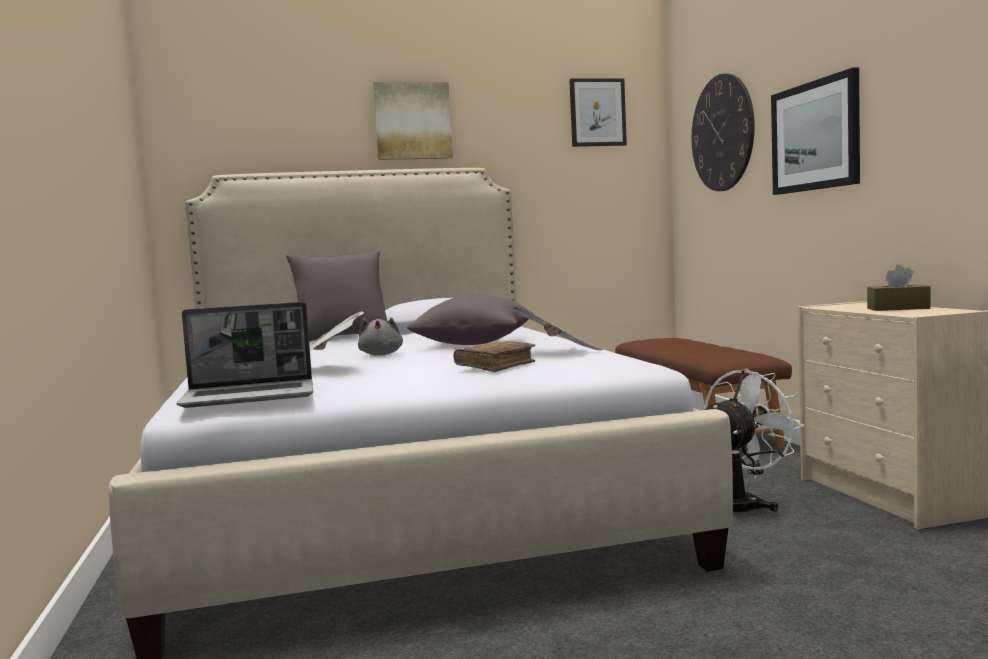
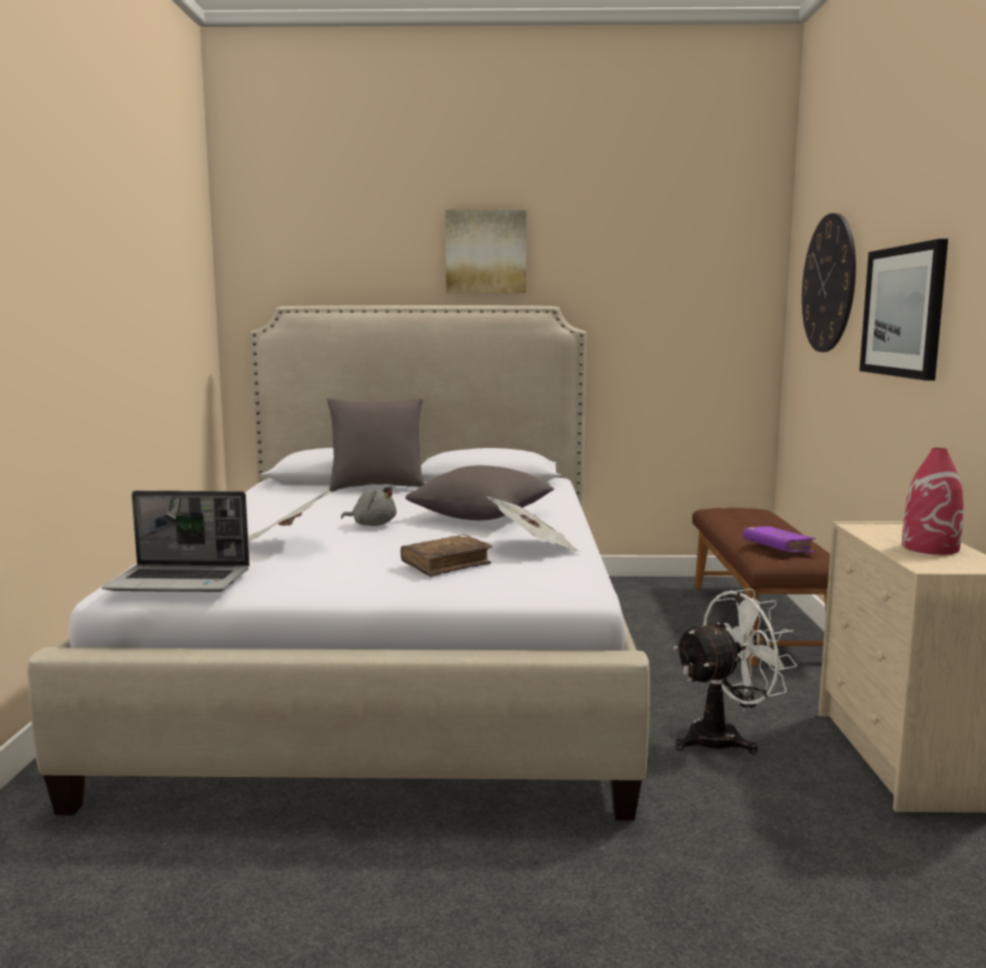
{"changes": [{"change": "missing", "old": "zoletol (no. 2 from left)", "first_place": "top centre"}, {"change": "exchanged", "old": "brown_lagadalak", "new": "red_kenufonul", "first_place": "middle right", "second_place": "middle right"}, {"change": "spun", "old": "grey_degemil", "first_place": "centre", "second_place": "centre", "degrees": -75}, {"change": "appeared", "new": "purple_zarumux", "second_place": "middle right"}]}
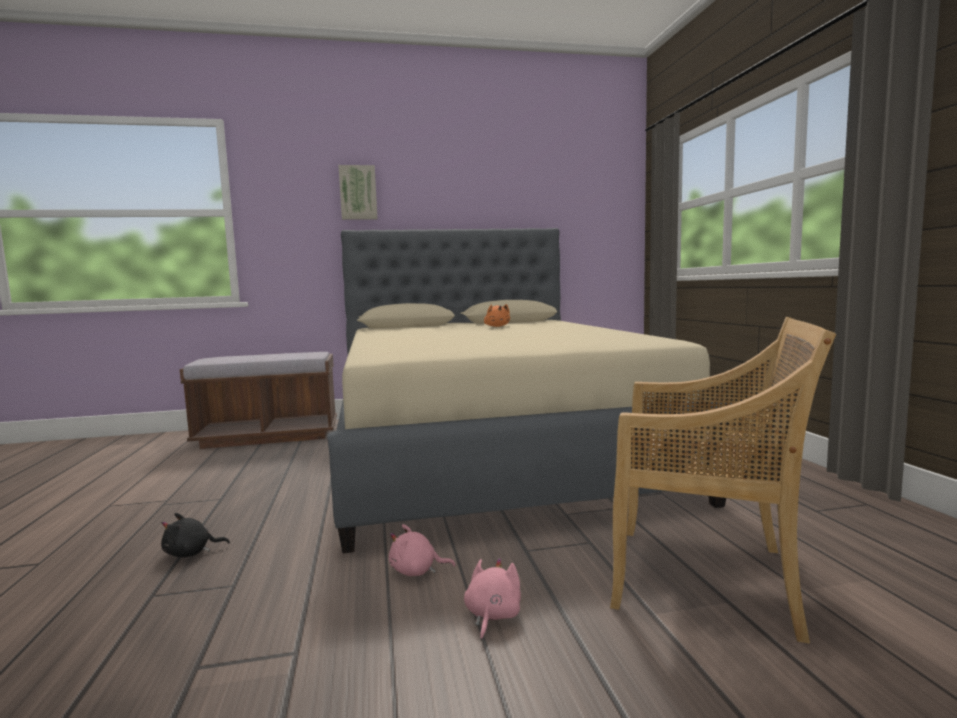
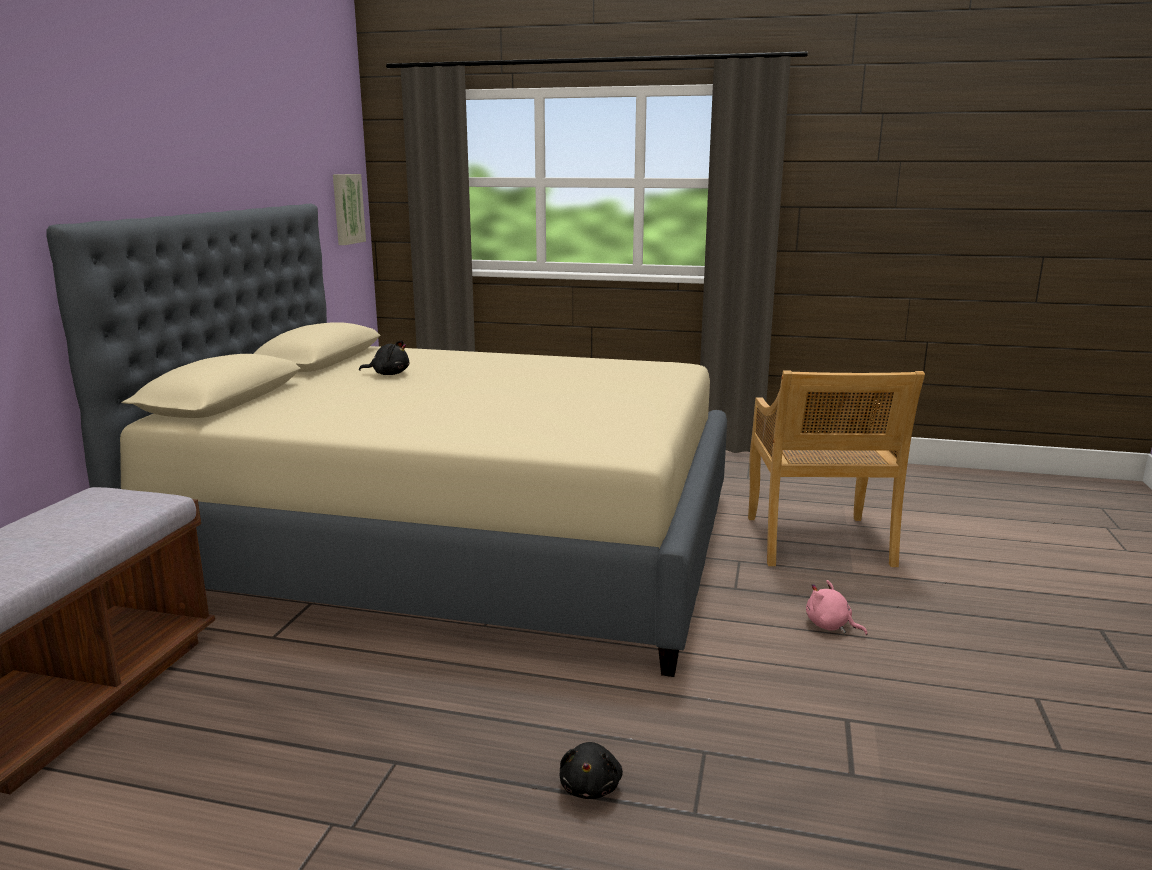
{"changes": [{"change": "relocated", "old": "zoletol", "first_place": "top centre", "second_place": "top left"}, {"change": "colour", "old": "orange_degemil", "new": "black_degemil (no. 1 from left)", "first_place": "centre", "second_place": "centre"}, {"change": "spun", "old": "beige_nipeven", "first_place": "bottom right", "second_place": "middle right", "degrees": 135}, {"change": "missing", "old": "pink_degemil (no. 1 from left)", "first_place": "bottom centre"}]}
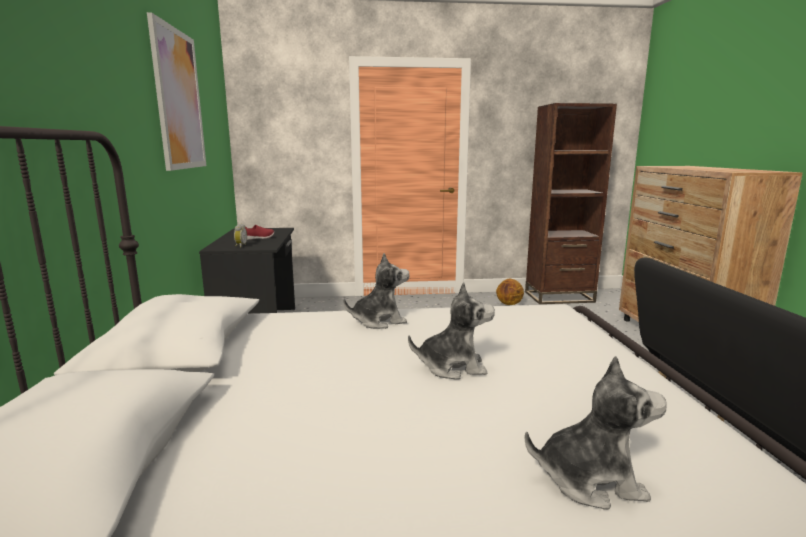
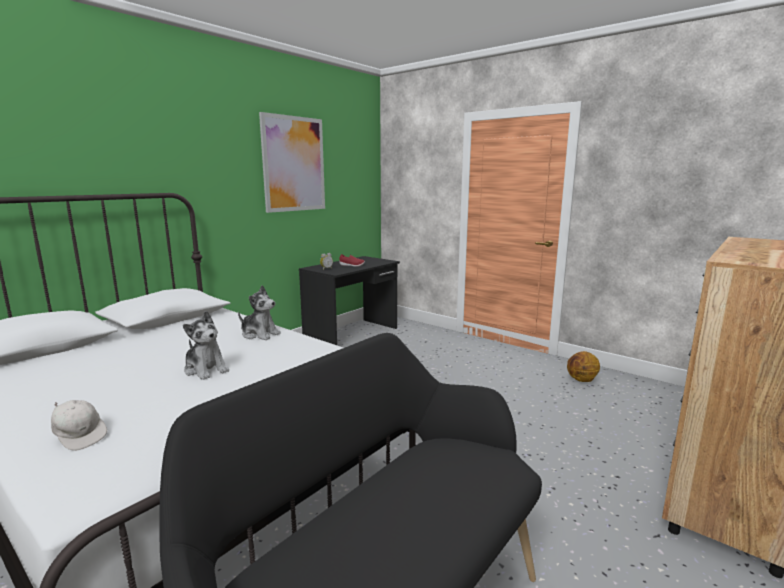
{"changes": [{"change": "missing", "old": "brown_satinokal", "first_place": "middle right"}, {"change": "exchanged", "old": "degemil (no. 3 from left)", "new": "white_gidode", "first_place": "bottom right", "second_place": "bottom left"}]}
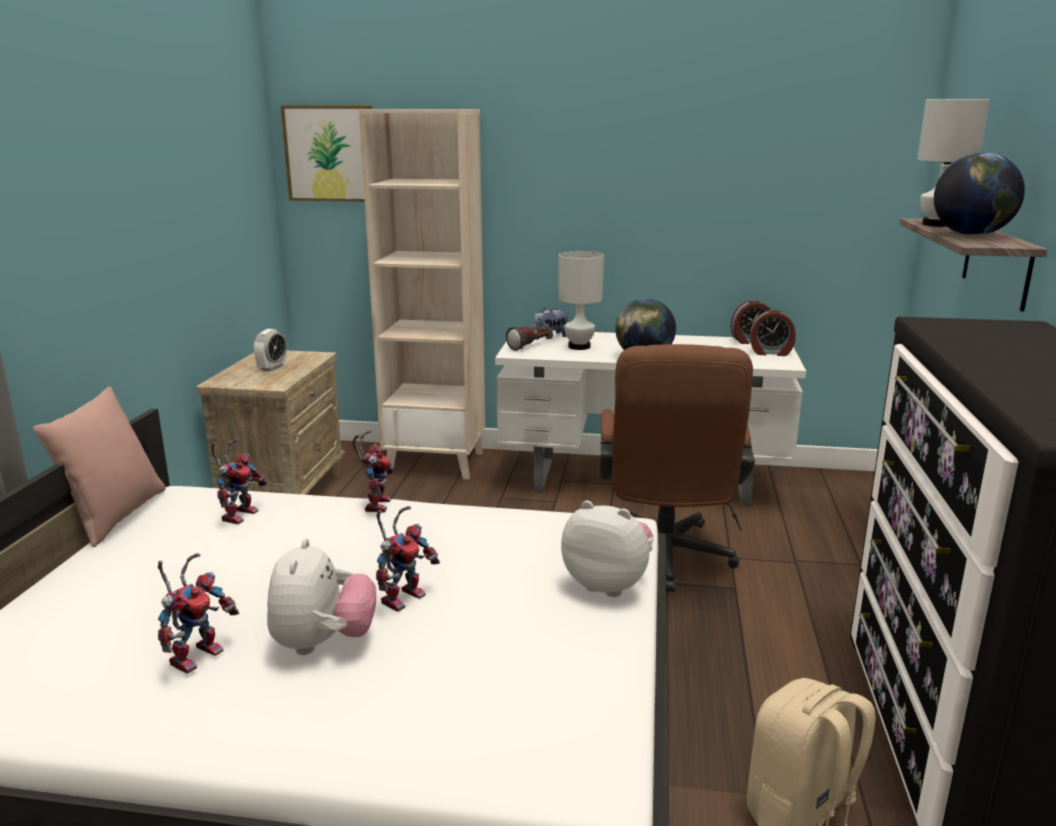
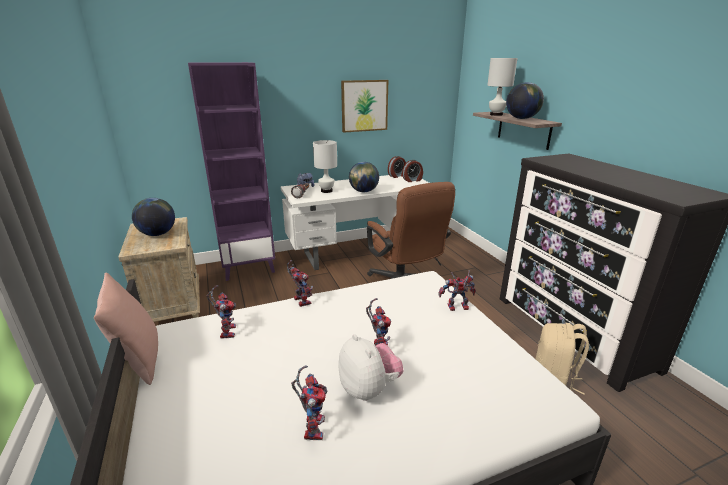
{"changes": [{"change": "relocated", "old": "zoletol", "first_place": "top left", "second_place": "top centre"}, {"change": "colour", "old": "beige_satinokal", "new": "purple_satinokal", "first_place": "centre", "second_place": "middle left"}, {"change": "exchanged", "old": "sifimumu (no. 1 from left)", "new": "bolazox (no. 1 from left)", "first_place": "middle left", "second_place": "middle left"}, {"change": "exchanged", "old": "degemil (no. 3 from left)", "new": "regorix (no. 5 from left)", "first_place": "centre", "second_place": "centre"}]}
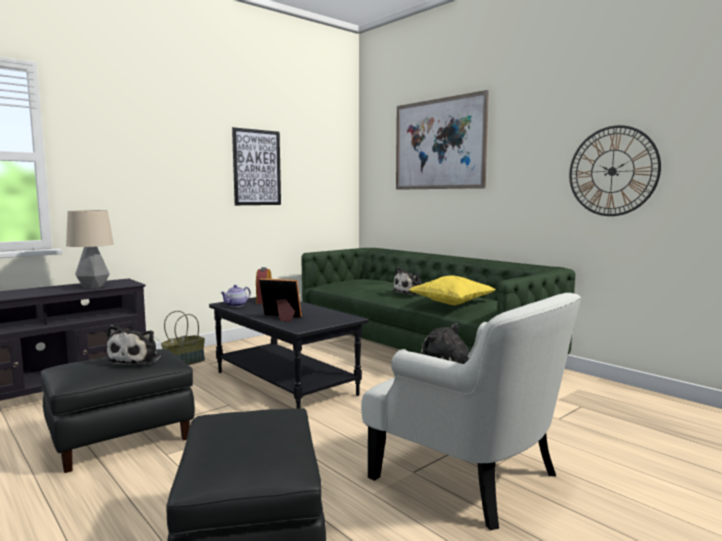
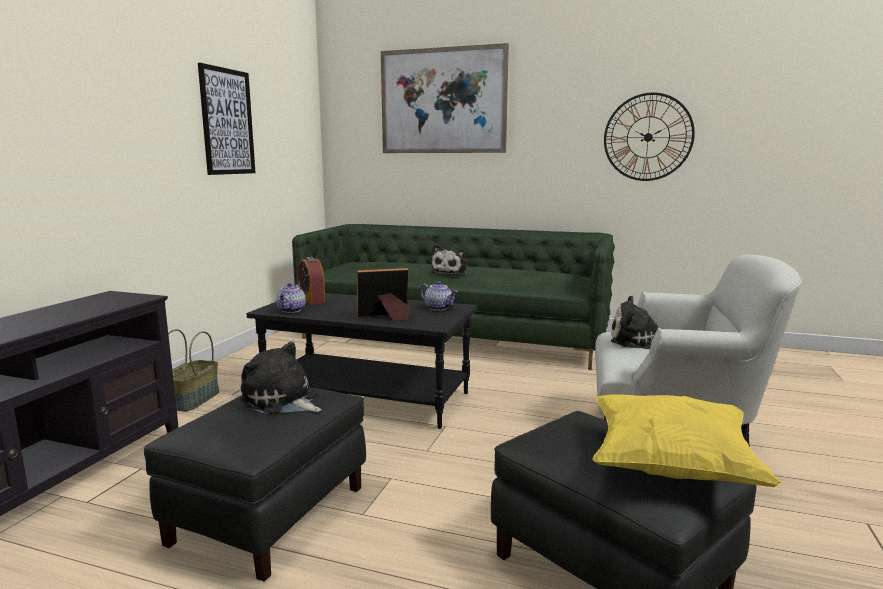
{"changes": [{"change": "missing", "old": "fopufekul", "first_place": "middle left"}, {"change": "relocated", "old": "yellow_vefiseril", "first_place": "centre", "second_place": "bottom right"}, {"change": "spun", "old": "degemil (no. 1 from left)", "first_place": "middle left", "second_place": "middle left", "degrees": 150}, {"change": "appeared", "new": "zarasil (no. 2 from left)", "second_place": "centre"}]}
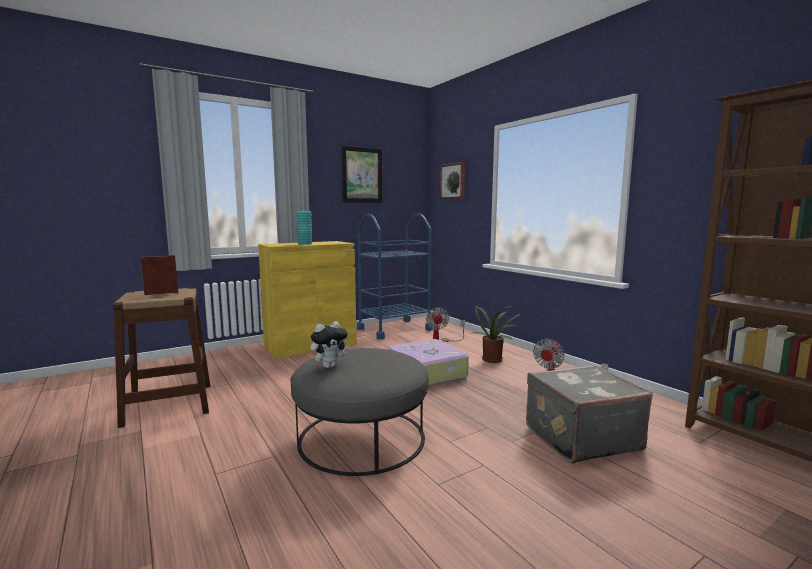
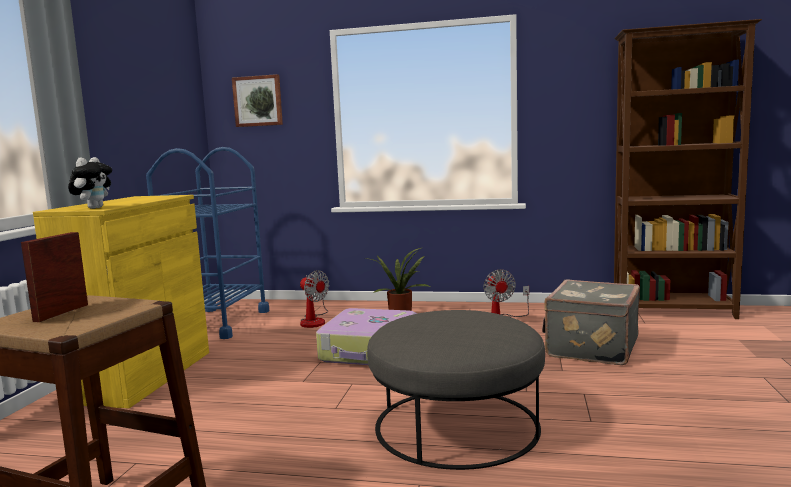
{"changes": [{"change": "missing", "old": "zoletol (no. 1 from left)", "first_place": "top centre"}, {"change": "missing", "old": "turquoise_kenufonul", "first_place": "centre"}, {"change": "relocated", "old": "degemil", "first_place": "centre", "second_place": "middle left"}]}
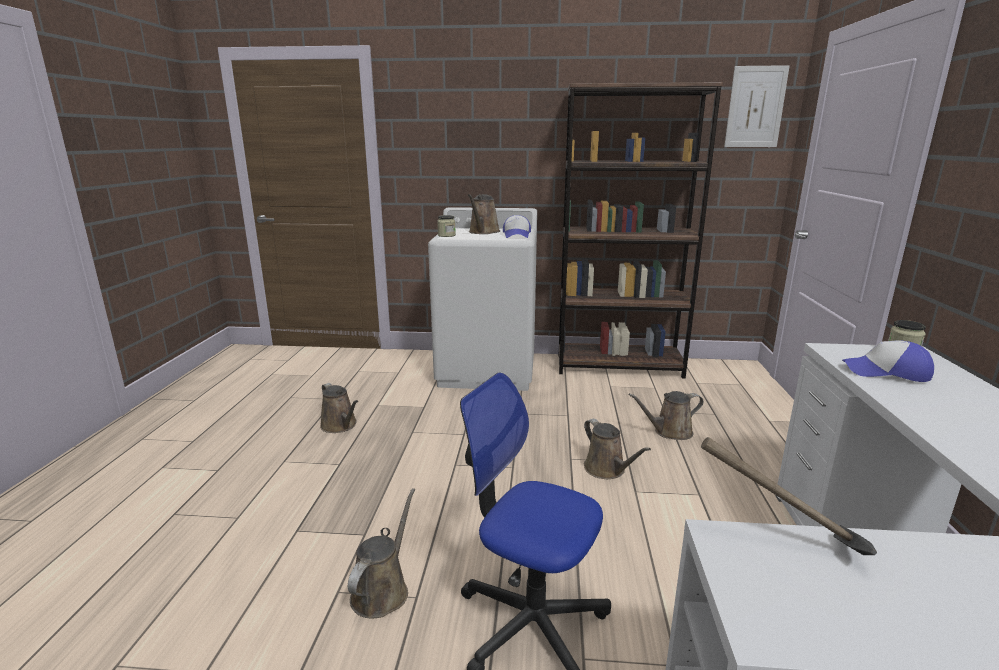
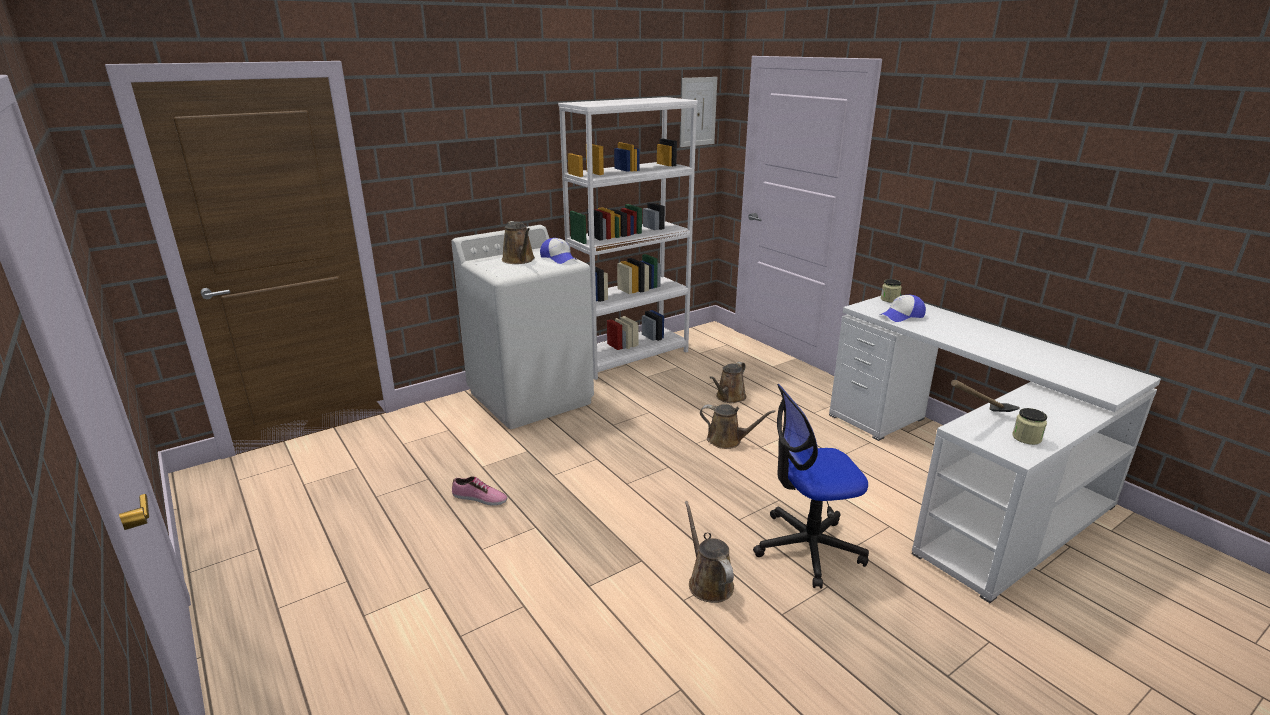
{"changes": [{"change": "colour", "old": "brown_satinokal", "new": "white_satinokal", "first_place": "centre", "second_place": "top centre"}, {"change": "relocated", "old": "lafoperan (no. 1 from left in the first image)", "new": "lafoperan (no. 2 from left)", "first_place": "centre", "second_place": "middle right"}, {"change": "exchanged", "old": "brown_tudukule (no. 1 from left)", "new": "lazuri", "first_place": "centre", "second_place": "bottom centre"}]}
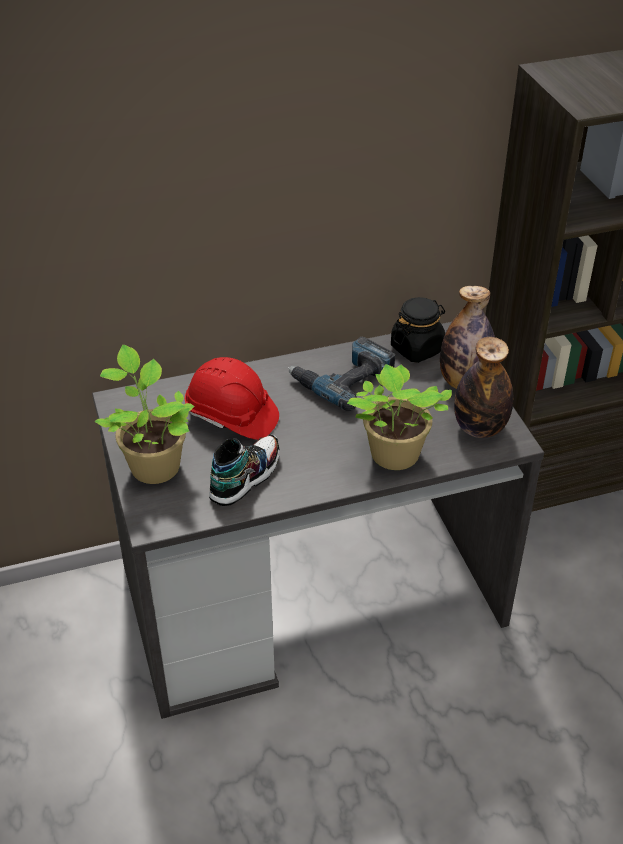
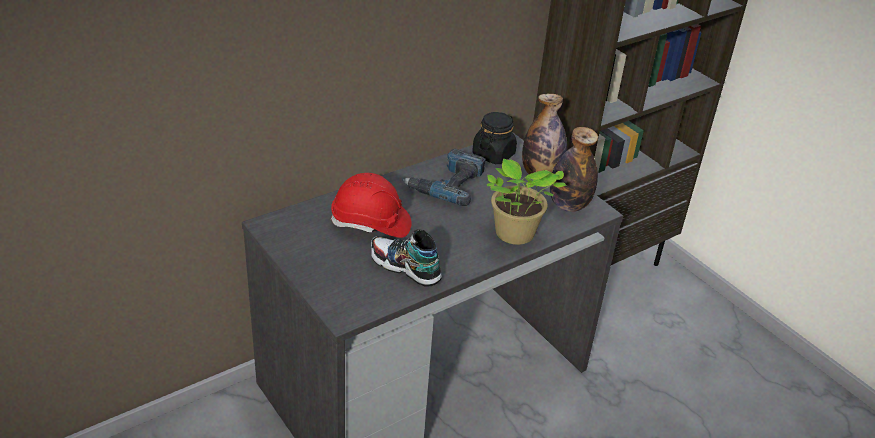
{"changes": [{"change": "missing", "old": "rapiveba (no. 1 from left)", "first_place": "middle left"}, {"change": "spun", "old": "lazuri", "first_place": "centre", "second_place": "centre", "degrees": -75}]}
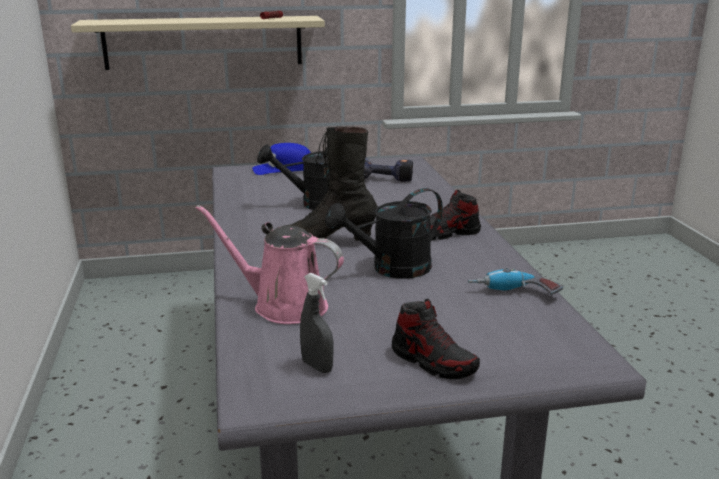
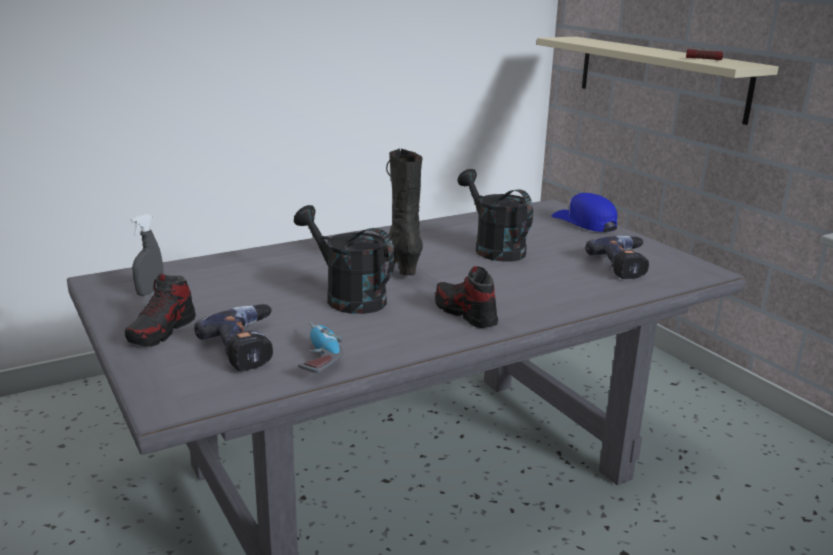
{"changes": [{"change": "missing", "old": "pink_tudukule", "first_place": "centre"}, {"change": "appeared", "new": "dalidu (no. 1 from left)", "second_place": "middle left"}]}
